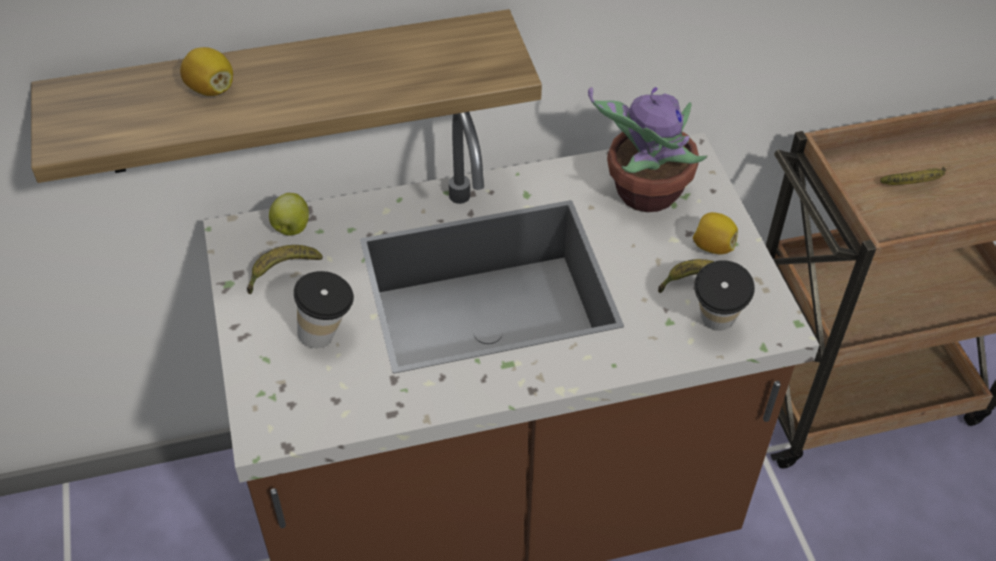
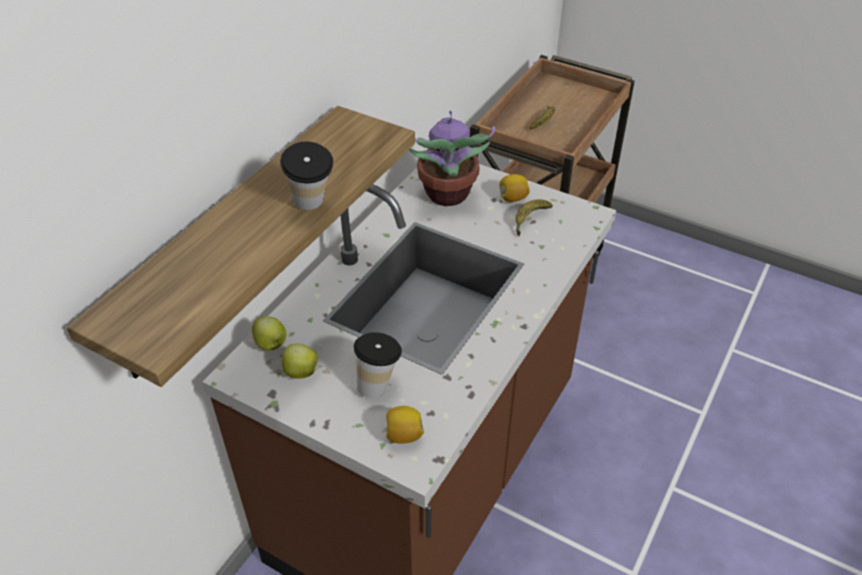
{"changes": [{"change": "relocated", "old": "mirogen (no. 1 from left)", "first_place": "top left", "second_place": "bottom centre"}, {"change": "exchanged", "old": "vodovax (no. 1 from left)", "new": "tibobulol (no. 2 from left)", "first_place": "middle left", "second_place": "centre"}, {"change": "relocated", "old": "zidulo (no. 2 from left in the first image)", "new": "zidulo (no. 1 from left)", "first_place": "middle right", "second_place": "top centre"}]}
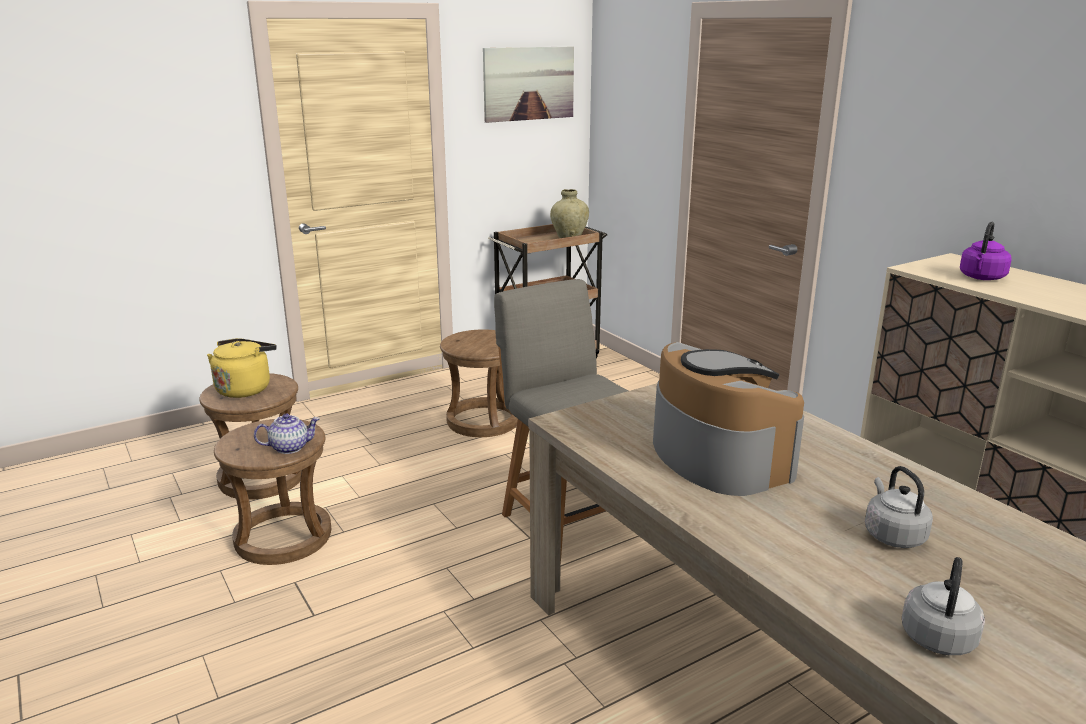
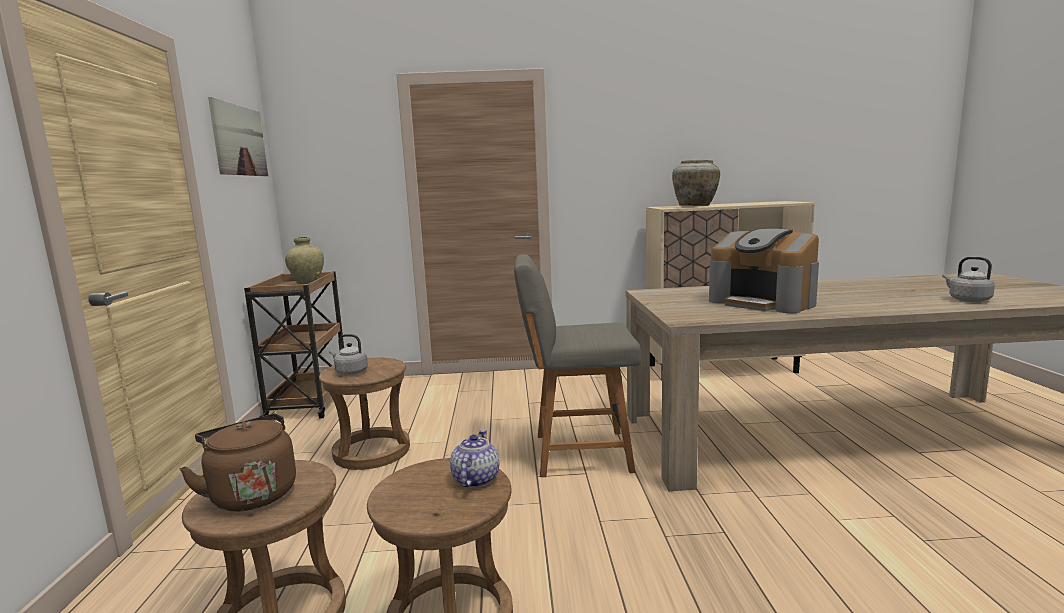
{"changes": [{"change": "exchanged", "old": "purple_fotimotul", "new": "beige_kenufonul (no. 2 from left)", "first_place": "middle right", "second_place": "top centre"}, {"change": "colour", "old": "yellow_fotimotul", "new": "brown_fotimotul", "first_place": "middle left", "second_place": "bottom left"}, {"change": "spun", "old": "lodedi", "first_place": "middle right", "second_place": "middle right", "degrees": -135}, {"change": "relocated", "old": "grey_fotimotul (no. 1 from left)", "first_place": "bottom right", "second_place": "middle left"}]}
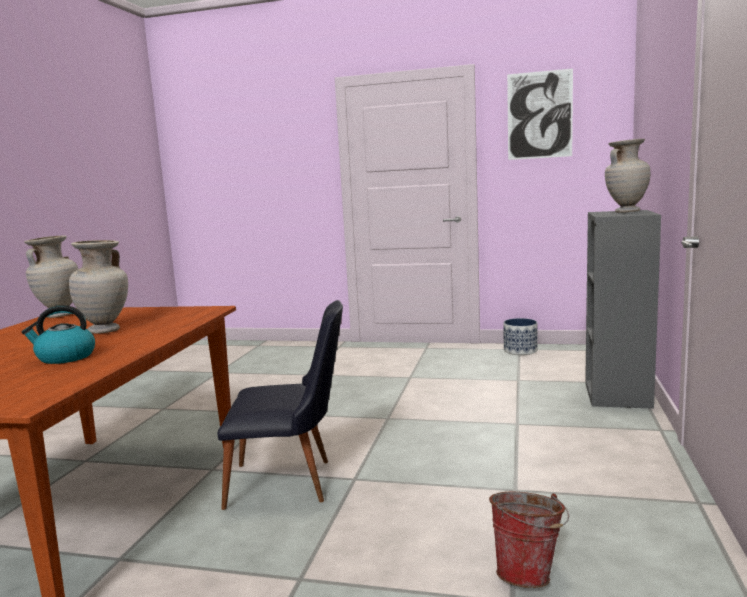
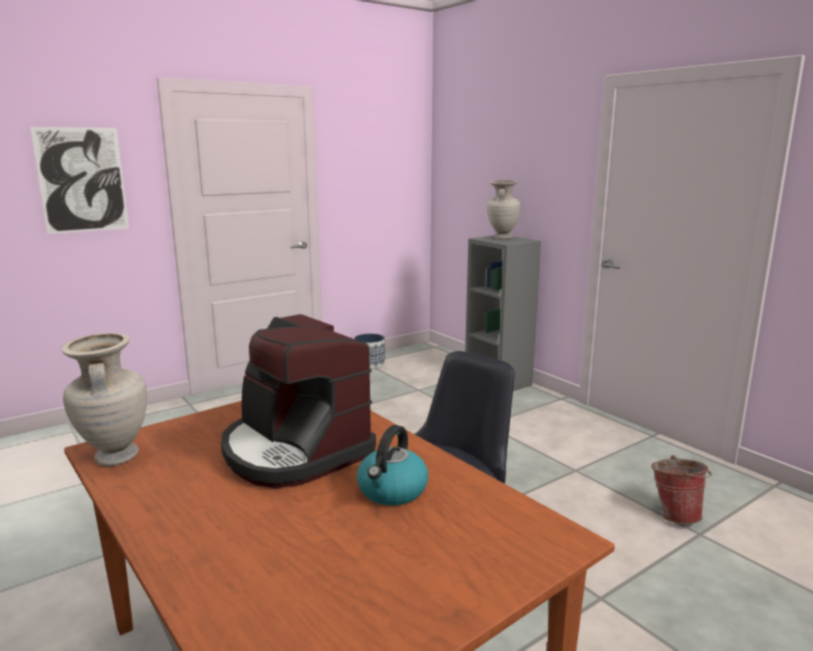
{"changes": [{"change": "relocated", "old": "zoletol", "first_place": "top right", "second_place": "top left"}, {"change": "exchanged", "old": "beige_kenufonul (no. 2 from left)", "new": "lodedi", "first_place": "middle left", "second_place": "centre"}]}
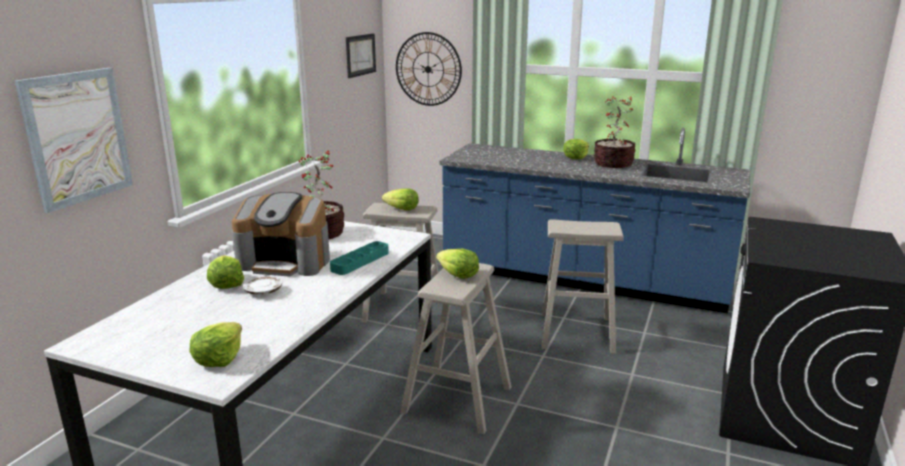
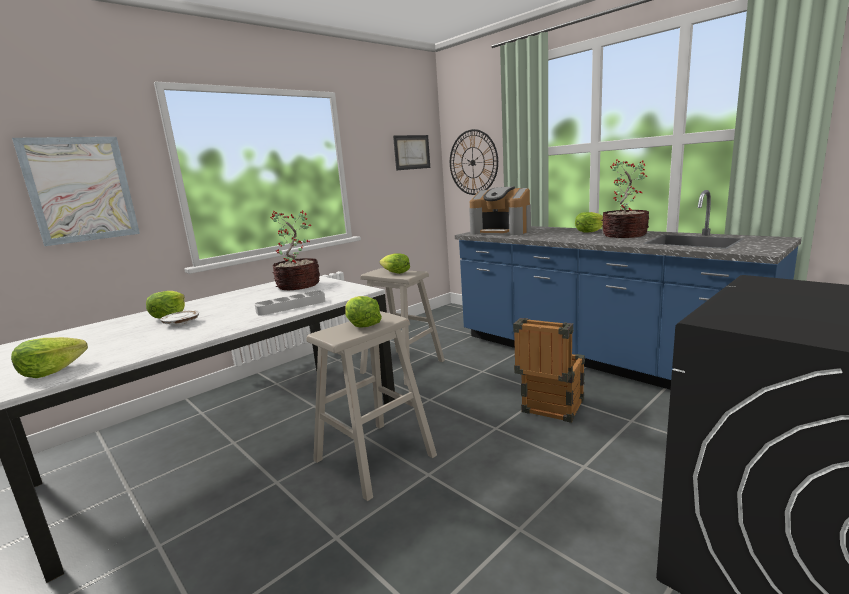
{"changes": [{"change": "relocated", "old": "lodedi", "first_place": "middle left", "second_place": "centre"}, {"change": "exchanged", "old": "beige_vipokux (no. 3 from left)", "new": "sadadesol", "first_place": "centre", "second_place": "centre"}, {"change": "colour", "old": "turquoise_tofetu", "new": "grey_tofetu", "first_place": "centre", "second_place": "centre"}]}
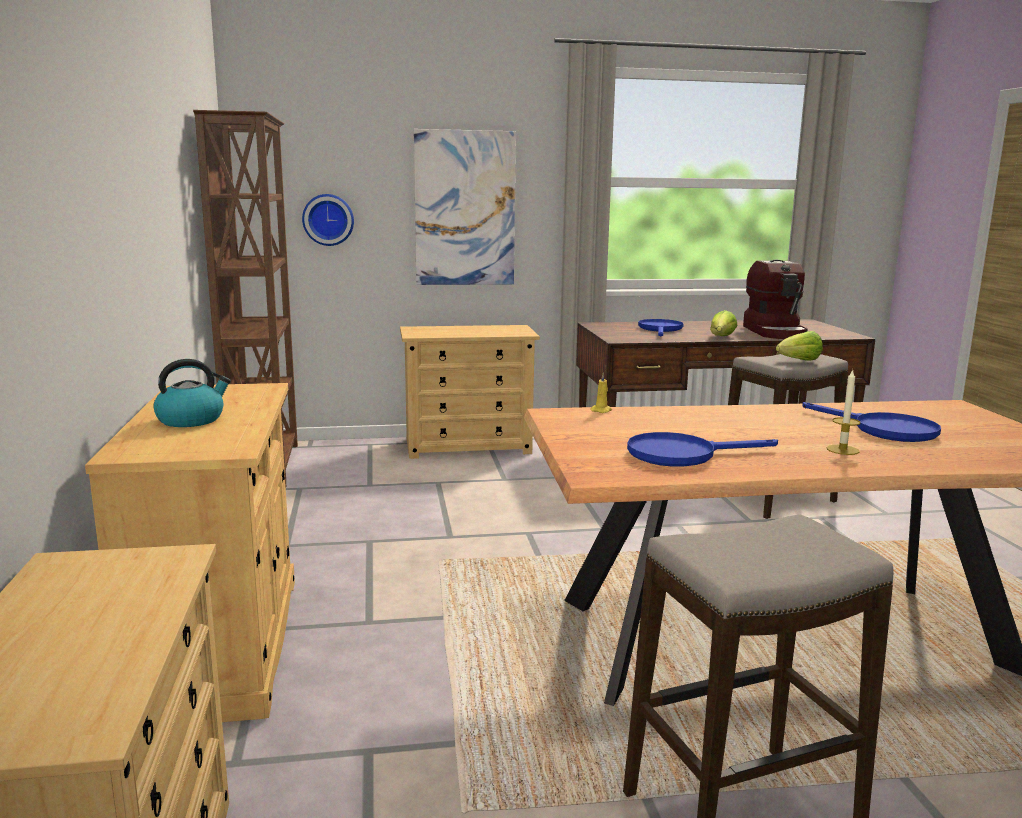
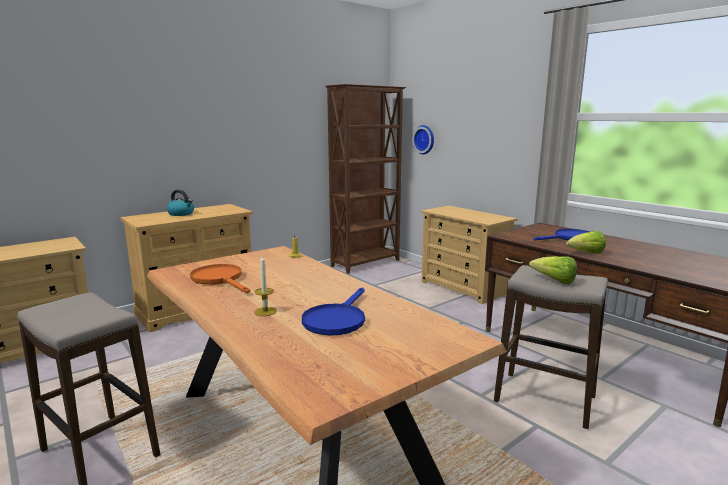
{"changes": [{"change": "missing", "old": "zoletol", "first_place": "top centre"}, {"change": "missing", "old": "lodedi", "first_place": "middle right"}, {"change": "colour", "old": "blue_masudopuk (no. 2 from left)", "new": "orange_masudopuk", "first_place": "middle right", "second_place": "middle left"}]}
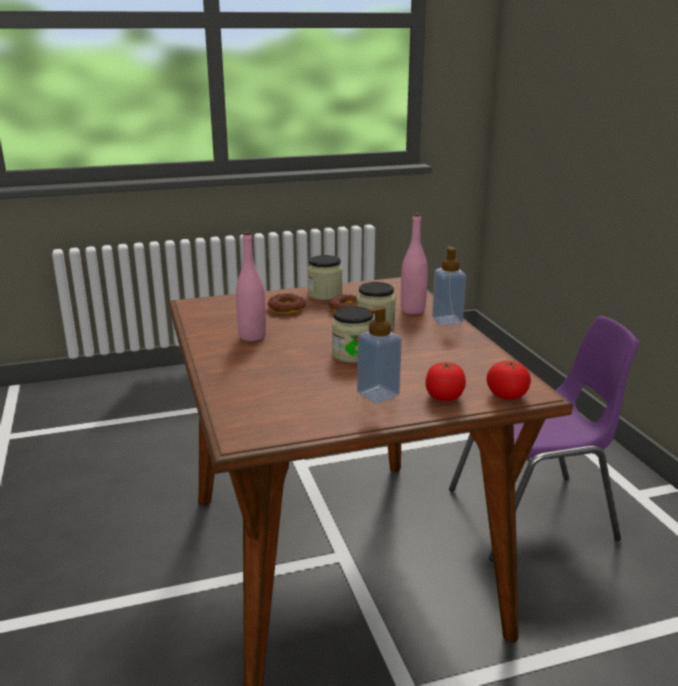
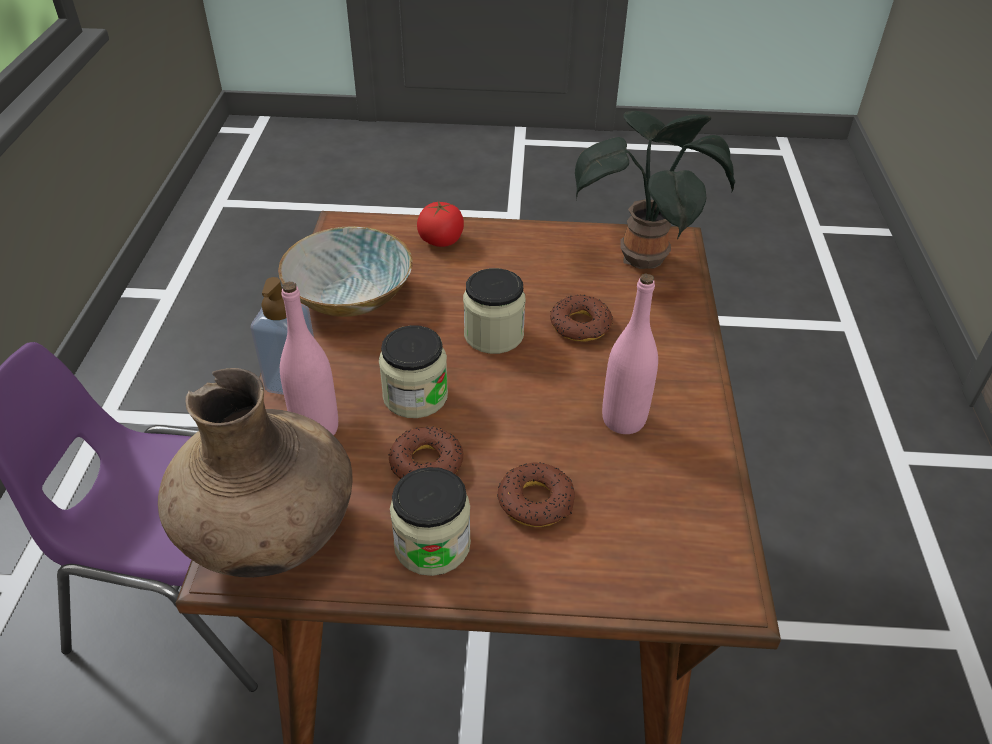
{"changes": [{"change": "missing", "old": "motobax (no. 1 from left)", "first_place": "centre"}, {"change": "missing", "old": "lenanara (no. 2 from left)", "first_place": "middle right"}, {"change": "appeared", "new": "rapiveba", "second_place": "top centre"}, {"change": "appeared", "new": "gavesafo", "second_place": "centre"}, {"change": "appeared", "new": "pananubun (no. 3 from left)", "second_place": "centre"}, {"change": "appeared", "new": "brown_kenufonul", "second_place": "middle left"}]}
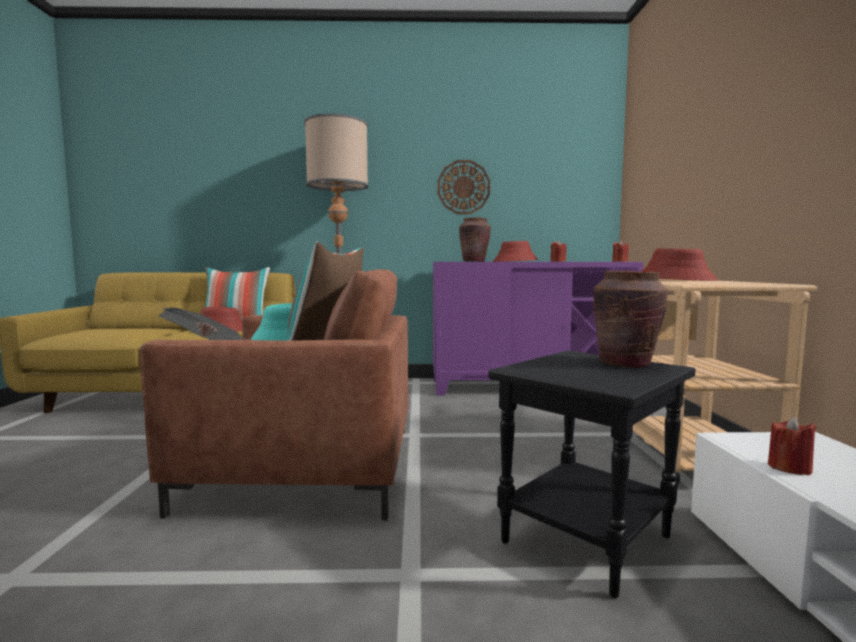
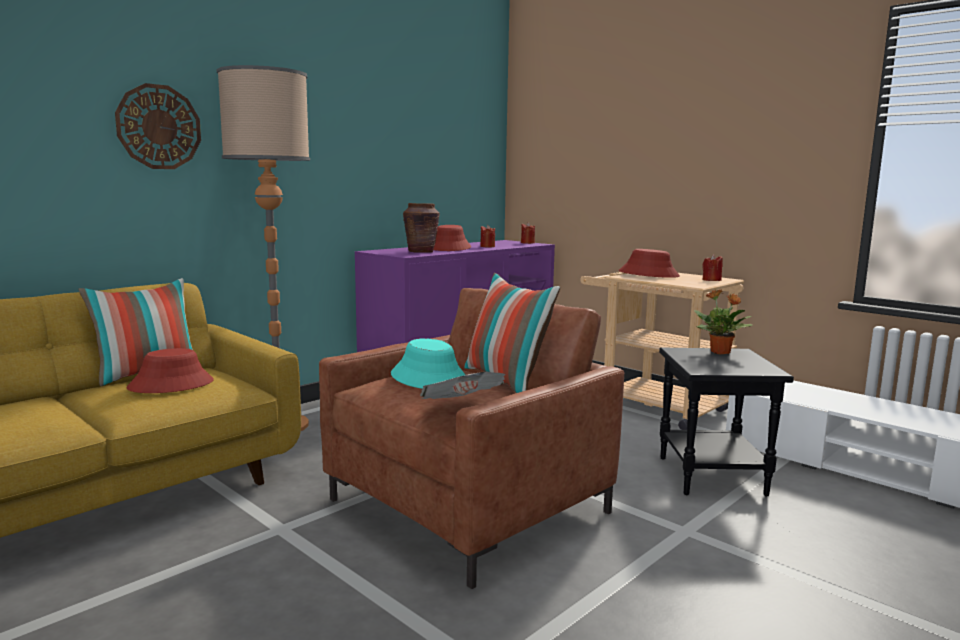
{"changes": [{"change": "relocated", "old": "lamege", "first_place": "top centre", "second_place": "top left"}, {"change": "exchanged", "old": "brown_kenufonul (no. 2 from left)", "new": "rapiveba", "first_place": "middle right", "second_place": "middle right"}, {"change": "relocated", "old": "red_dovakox (no. 3 from left)", "first_place": "bottom right", "second_place": "middle right"}]}
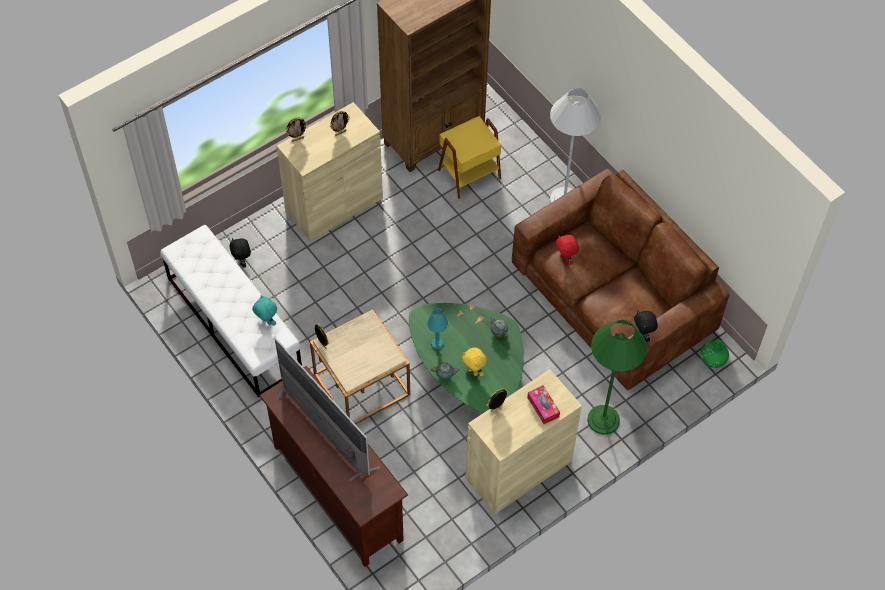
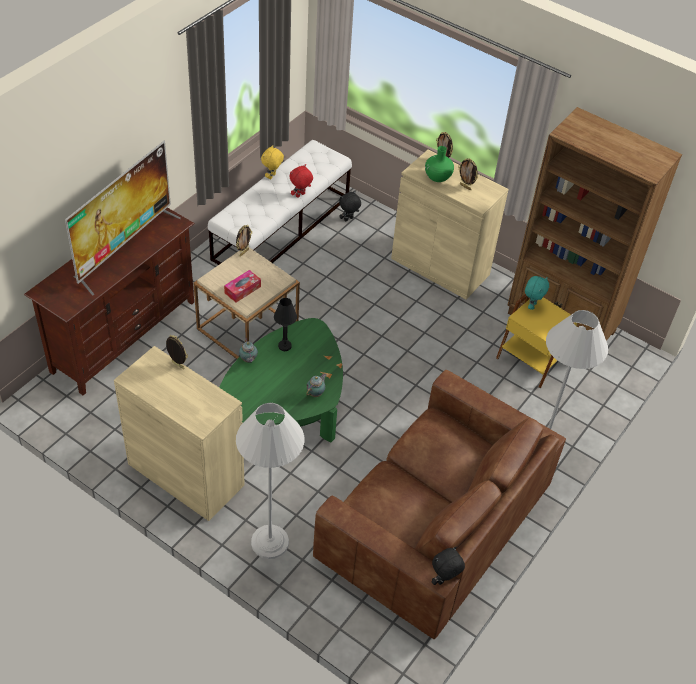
{"changes": [{"change": "relocated", "old": "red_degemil", "first_place": "centre", "second_place": "top centre"}, {"change": "relocated", "old": "turquoise_degemil", "first_place": "middle left", "second_place": "middle right"}, {"change": "colour", "old": "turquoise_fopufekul", "new": "black_fopufekul", "first_place": "centre", "second_place": "centre"}, {"change": "relocated", "old": "black_degemil (no. 2 from left)", "first_place": "middle right", "second_place": "bottom centre"}, {"change": "colour", "old": "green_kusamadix", "new": "white_kusamadix (no. 1 from left)", "first_place": "middle right", "second_place": "bottom centre"}, {"change": "relocated", "old": "green_kenufonul", "first_place": "middle right", "second_place": "top centre"}, {"change": "relocated", "old": "yellow_degemil", "first_place": "centre", "second_place": "top centre"}, {"change": "relocated", "old": "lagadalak", "first_place": "bottom centre", "second_place": "centre"}]}
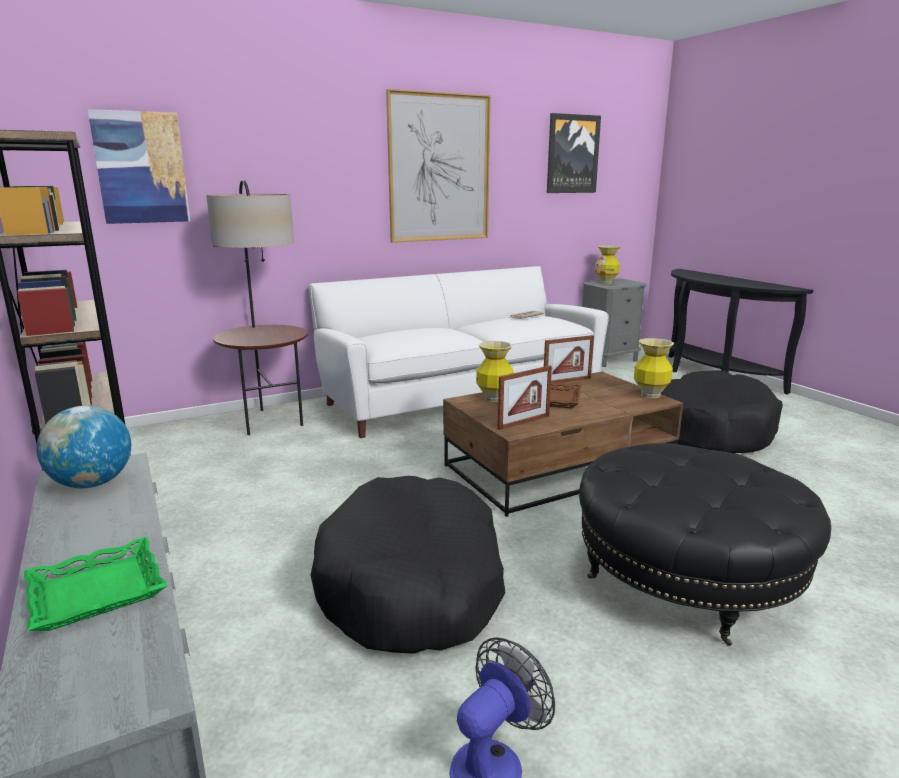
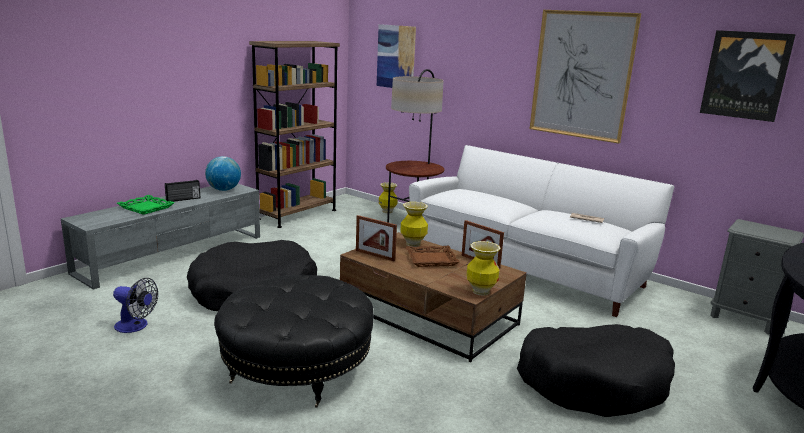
{"changes": [{"change": "relocated", "old": "kenufonul (no. 2 from left in the first image)", "new": "kenufonul (no. 1 from left)", "first_place": "middle right", "second_place": "centre"}, {"change": "appeared", "new": "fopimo", "second_place": "middle left"}]}
